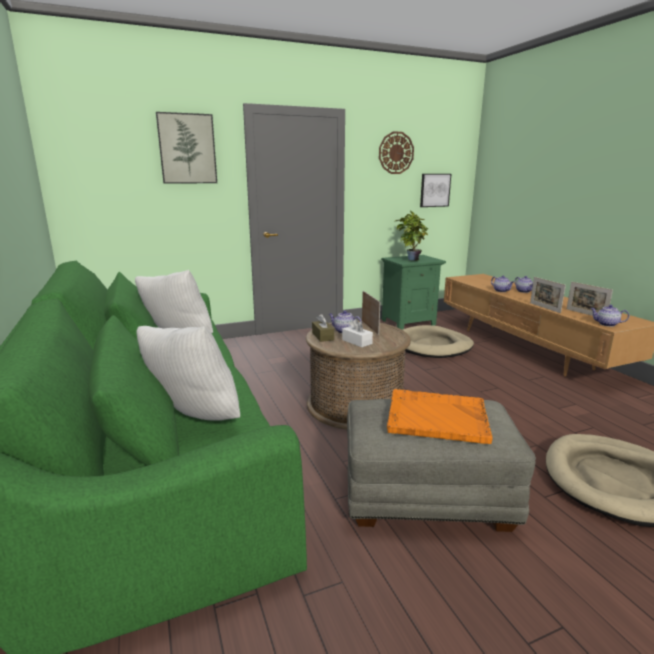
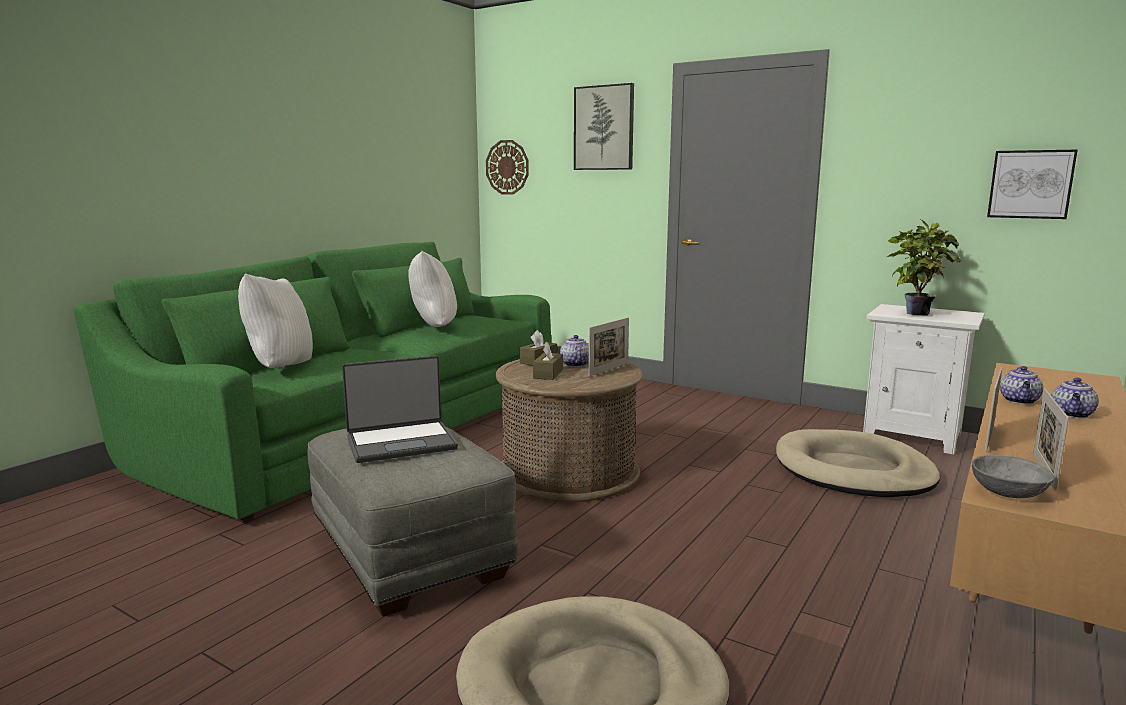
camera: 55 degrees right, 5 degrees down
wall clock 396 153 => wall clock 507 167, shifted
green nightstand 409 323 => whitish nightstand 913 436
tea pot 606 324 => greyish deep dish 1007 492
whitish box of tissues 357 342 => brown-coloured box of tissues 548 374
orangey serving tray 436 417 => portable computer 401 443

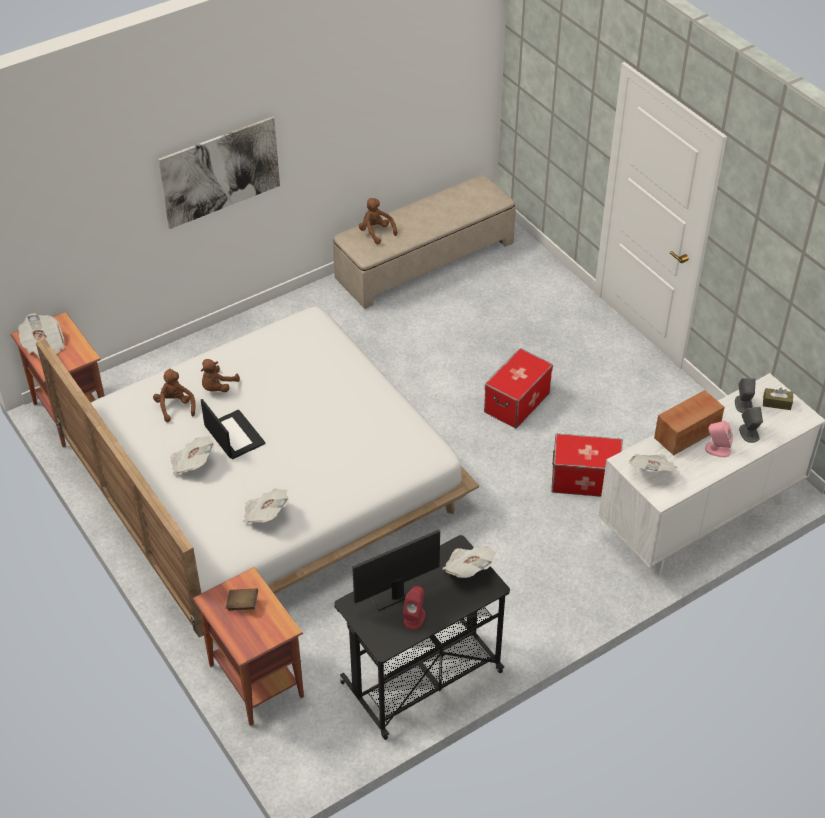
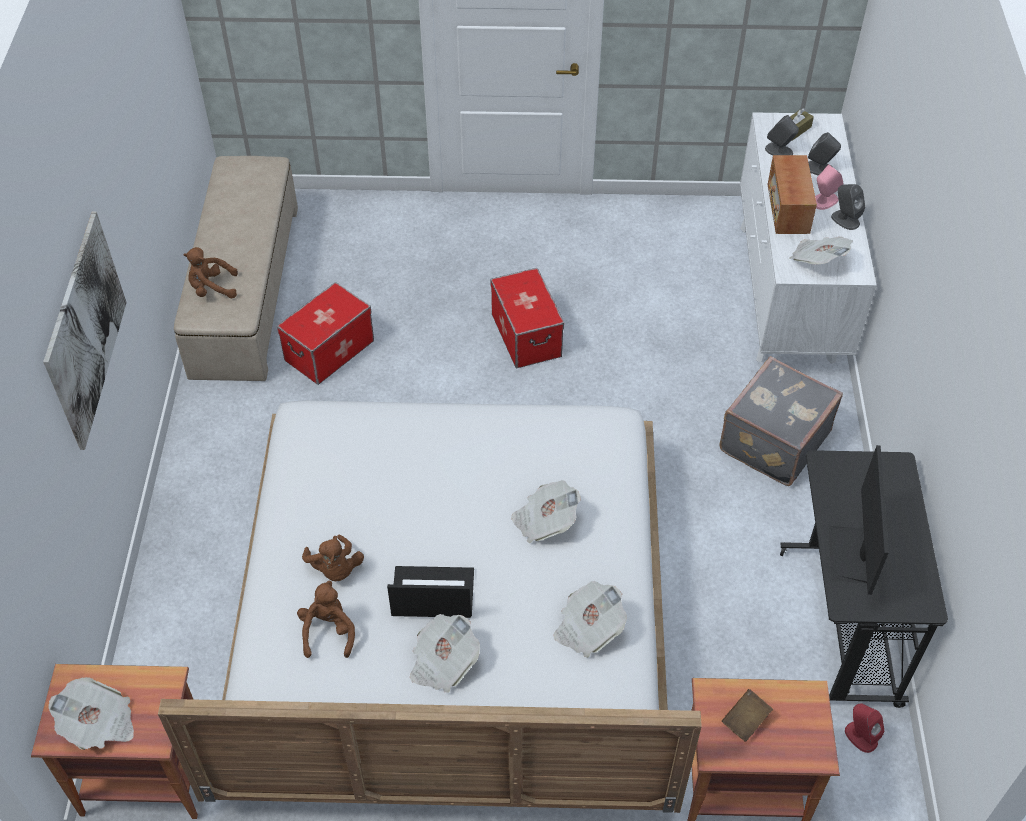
camera: 55 degrees left, 5 degrees up
brown-coloured plush toy 175 406 => brown-coloured plush toy 328 631, 75 degrees clockwise
storage container 585 479 => storage container 329 350, shifted
daily paper 468 569 => daily paper 544 521, shifted
reddish audio speaker 414 617 => reddish audio speaker 860 736, shifted
nothing => greyish audio speaker 845 219
nothing => greyish suitcase 772 441

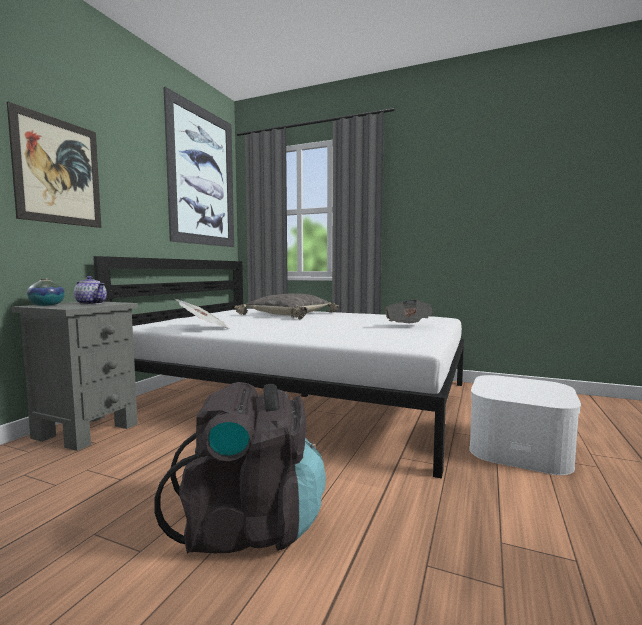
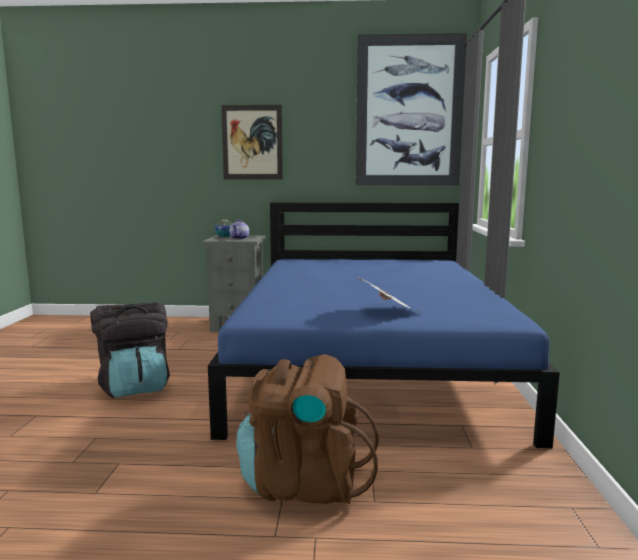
camera: 70 degrees right, 5 degrees up
whitish bedroom bed 301 395 => bluish bedroom bed 370 363
pillow 288 314 => nothing
daily paper 204 328 => nothing
whitish storage container 519 447 => brown-coloured backpack 304 483

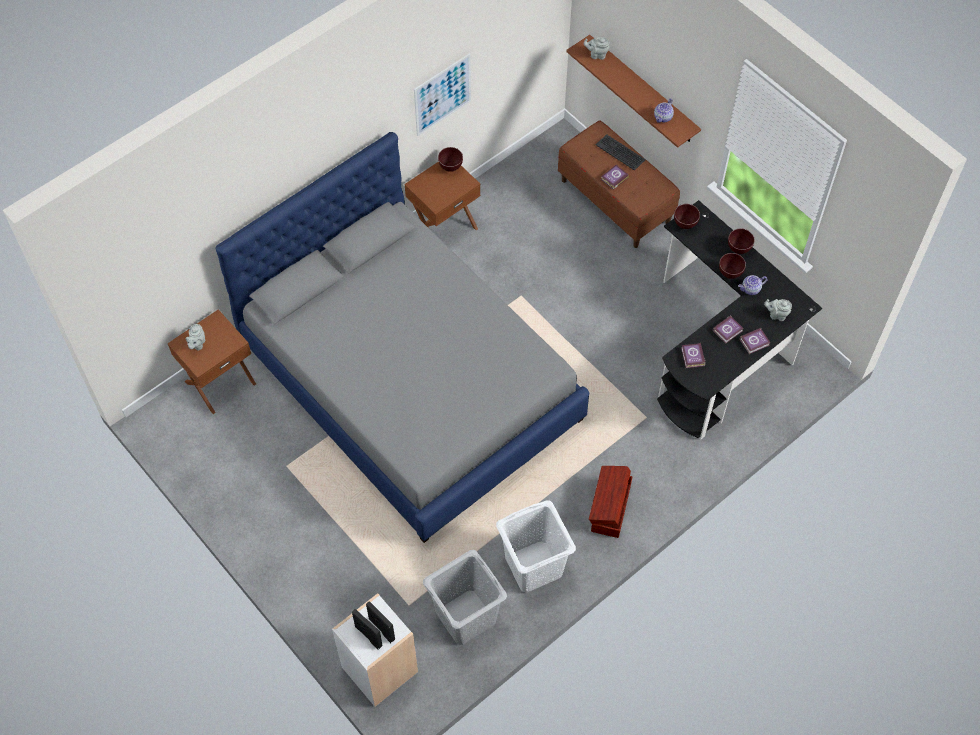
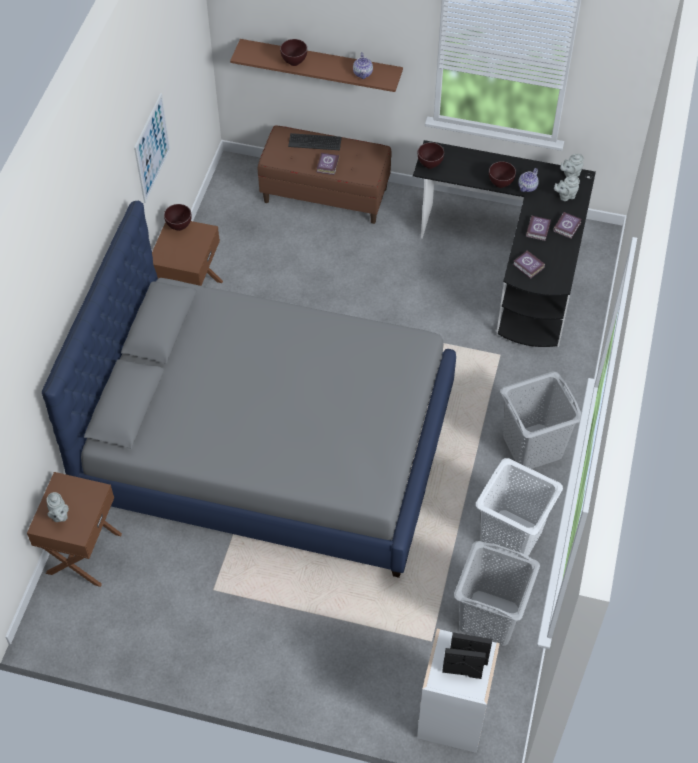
camera: 35 degrees left, 5 degrees down
greyish tea pot 597 55 => greyish tea pot 570 174, shifted
brown-coloured deep dish 738 249 => brown-coloured deep dish 293 63, shifted
brown-coloured storage container 609 508 => greyish washing basket 533 447

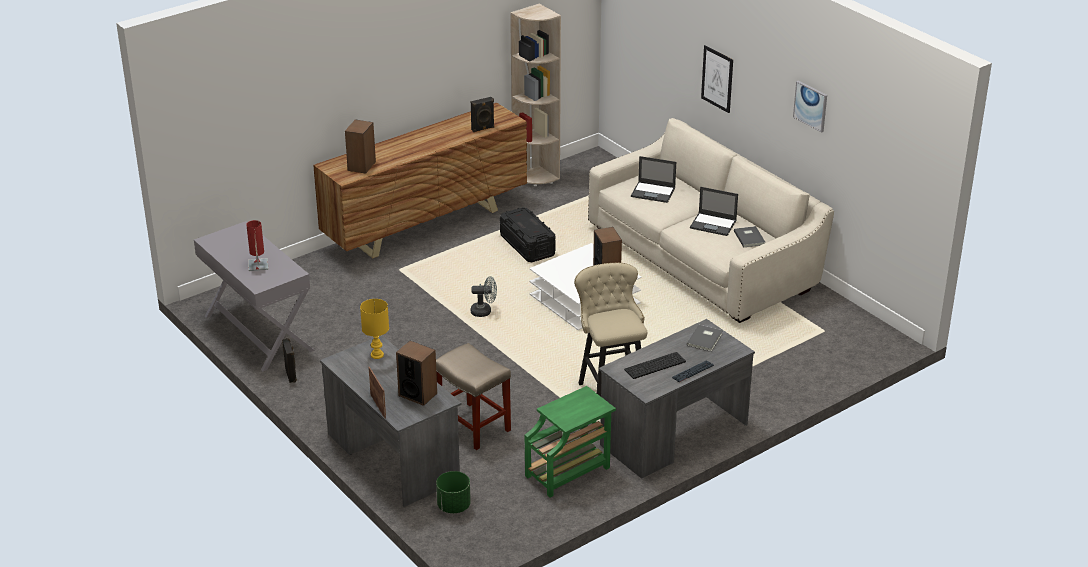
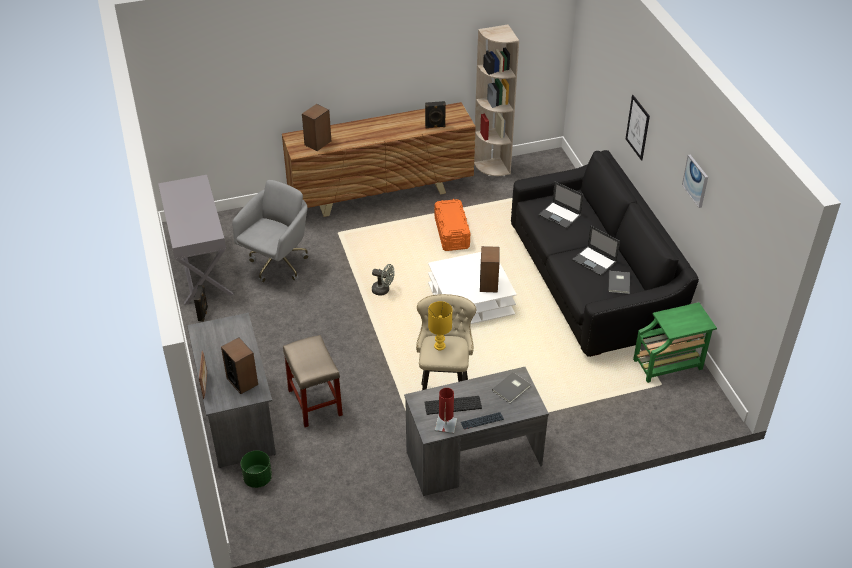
camera: 20 degrees right, 10 degrees up
beige settee 703 258 => black-coloured settee 592 281
black-coloured storage container 527 245 => orangey storage container 452 233
reddish lamp for a table 258 265 => reddish lamp for a table 446 425, shifted
yellow lamp for a table 376 355 => yellow lamp for a table 439 346, shifted
green accent table 569 471 => green accent table 669 364, shifted
nothing => greyish desk chair 277 267

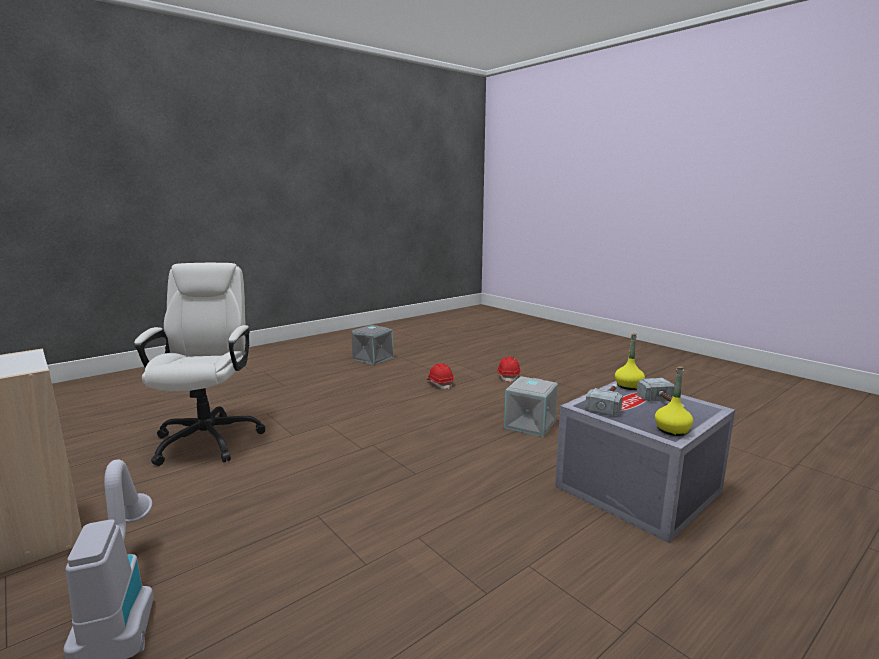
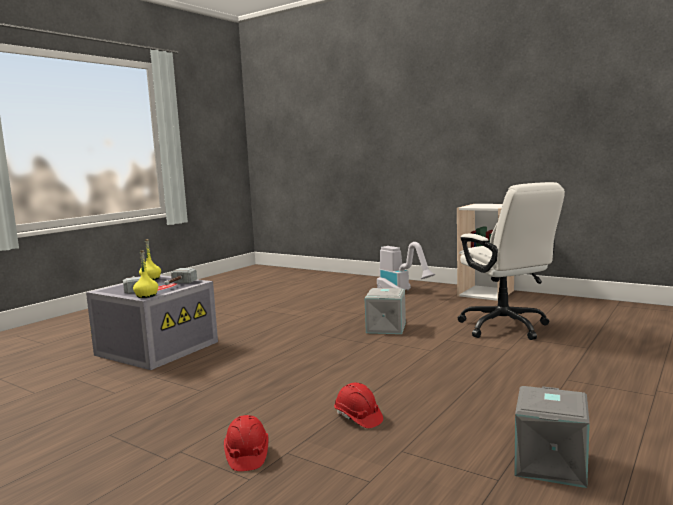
camera: 165 degrees right, 5 degrees down
greyish storage container 531 424 => greyish storage container 385 328, shifted

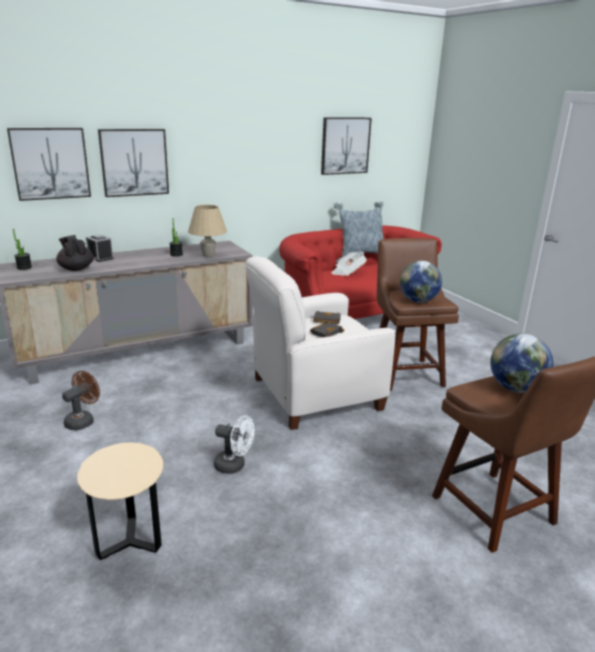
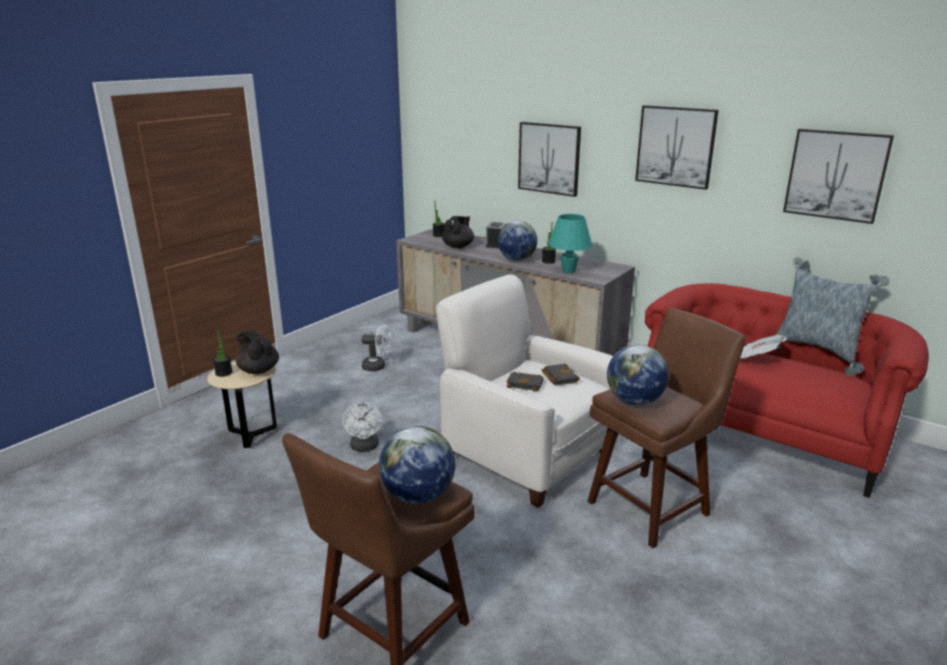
camera: 65 degrees right, 0 degrees up
wall picture 50 163 => wall picture 675 146, shifted
beige lamp for a table 208 255 => turquoise lamp for a table 568 271
brown-coloured fan 83 420 => whitish fan 377 366
nothing => world globe 516 260
nothing => potted plant 224 373
nothing => black-coloured tea pot 258 370

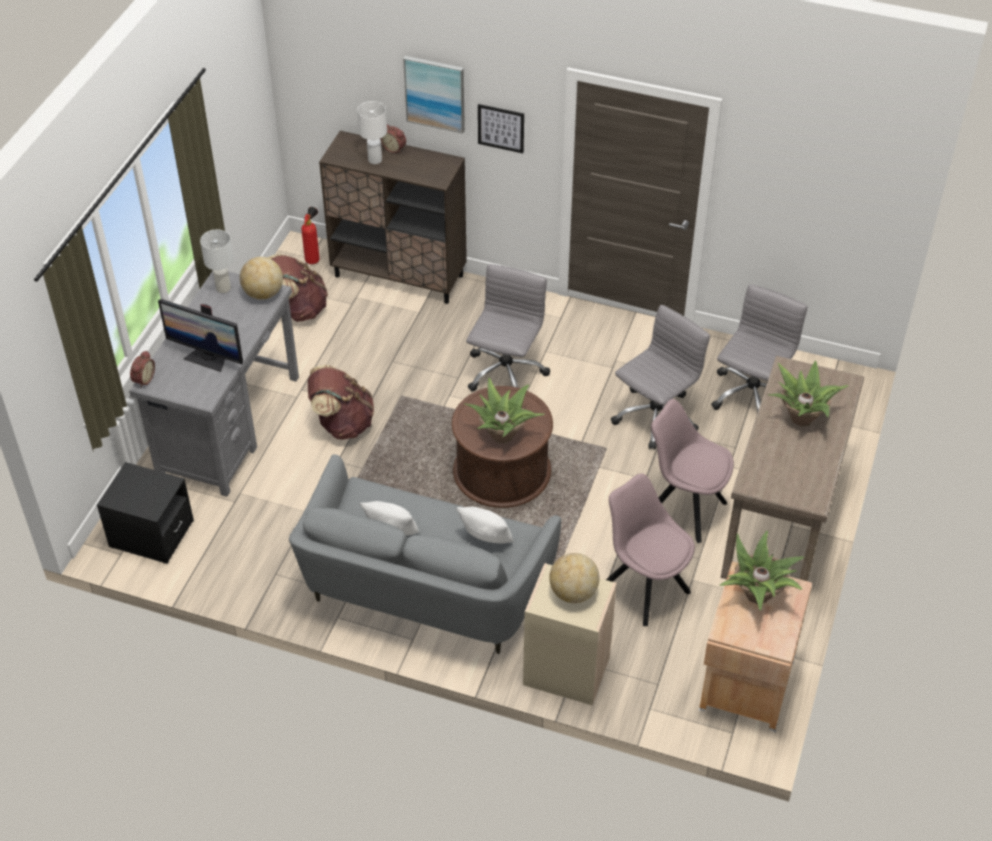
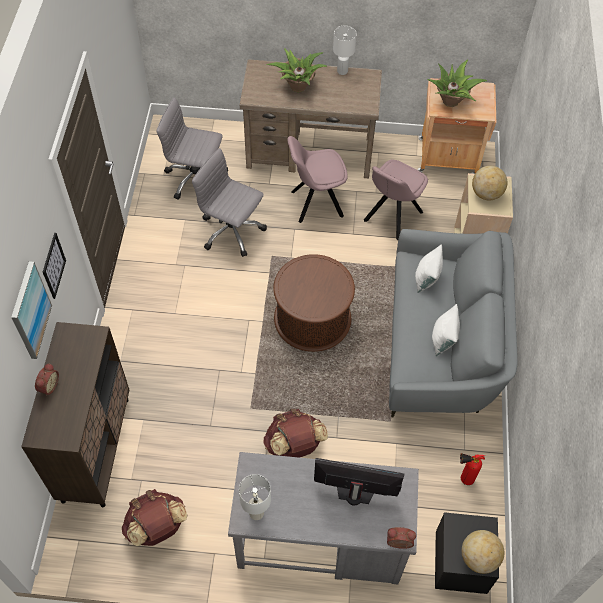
camera: 105 degrees left, 10 degrees up
whitish lamp for a table 374 160 => whitish lamp for a table 342 71, shifted
extinguisher 313 258 => extinguisher 463 479, shifted
world globe 263 293 => world globe 479 557, shifted
greyish desk chair 505 372 => nothing
monitor 207 358 => monitor 354 494, 90 degrees counterclockwise
potted plant 503 434 => nothing
pink-coloured plain chair 685 509 => pink-coloured plain chair 316 203, 60 degrees clockwise

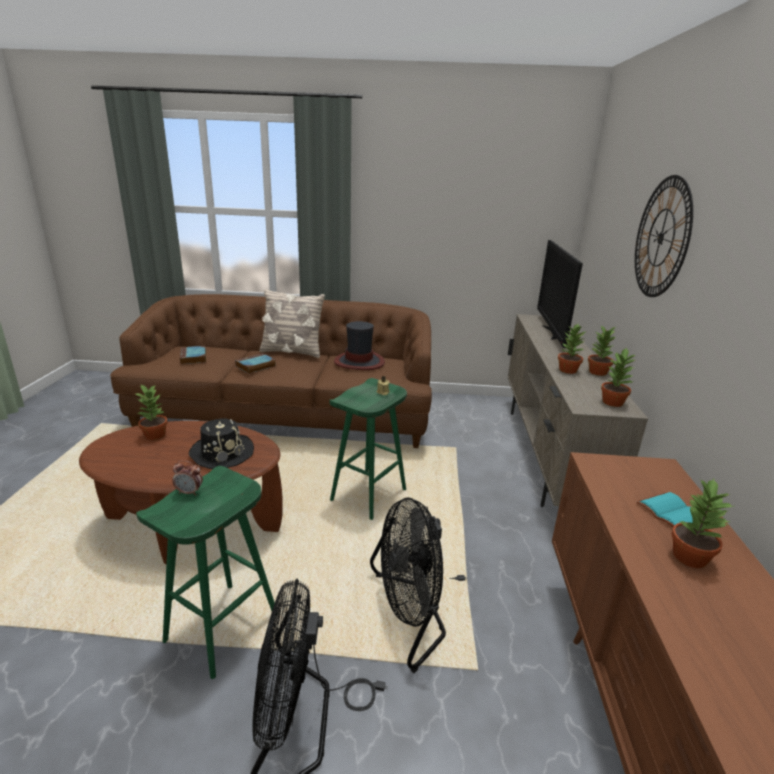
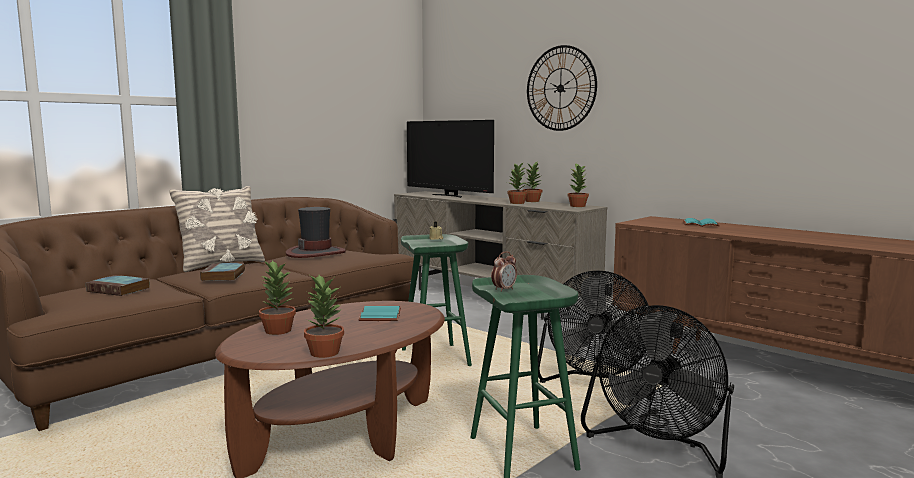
camera: 50 degrees left, 15 degrees down
black-coloured wearable hat 222 453 => turquoise book 379 315
potted plant 689 556 => potted plant 324 352, shifted

